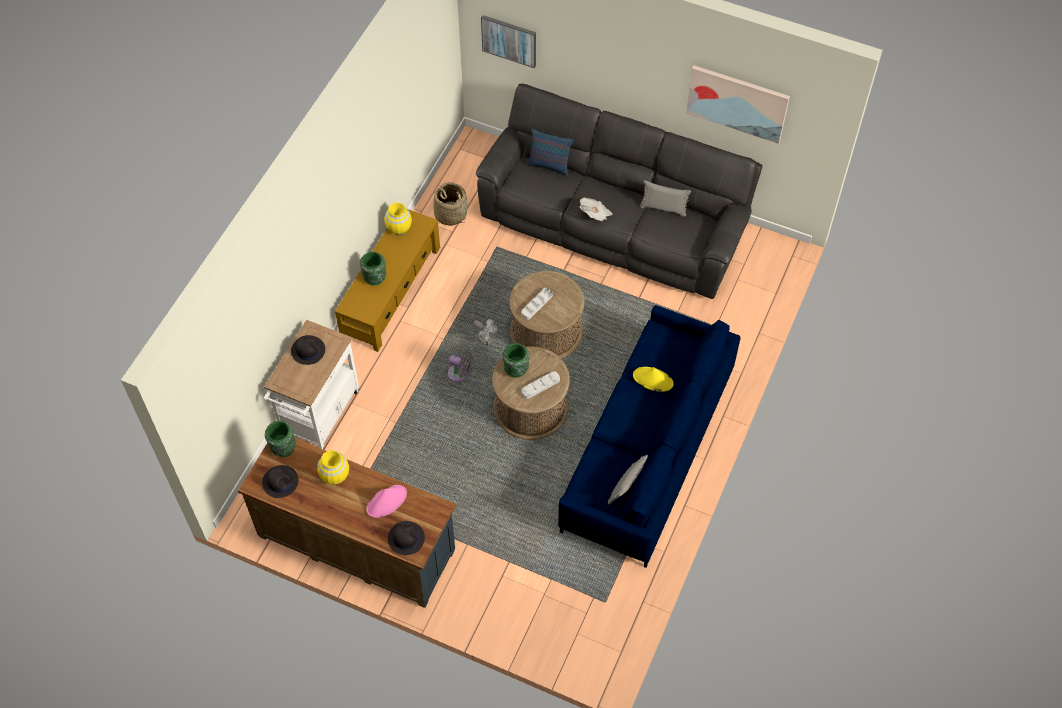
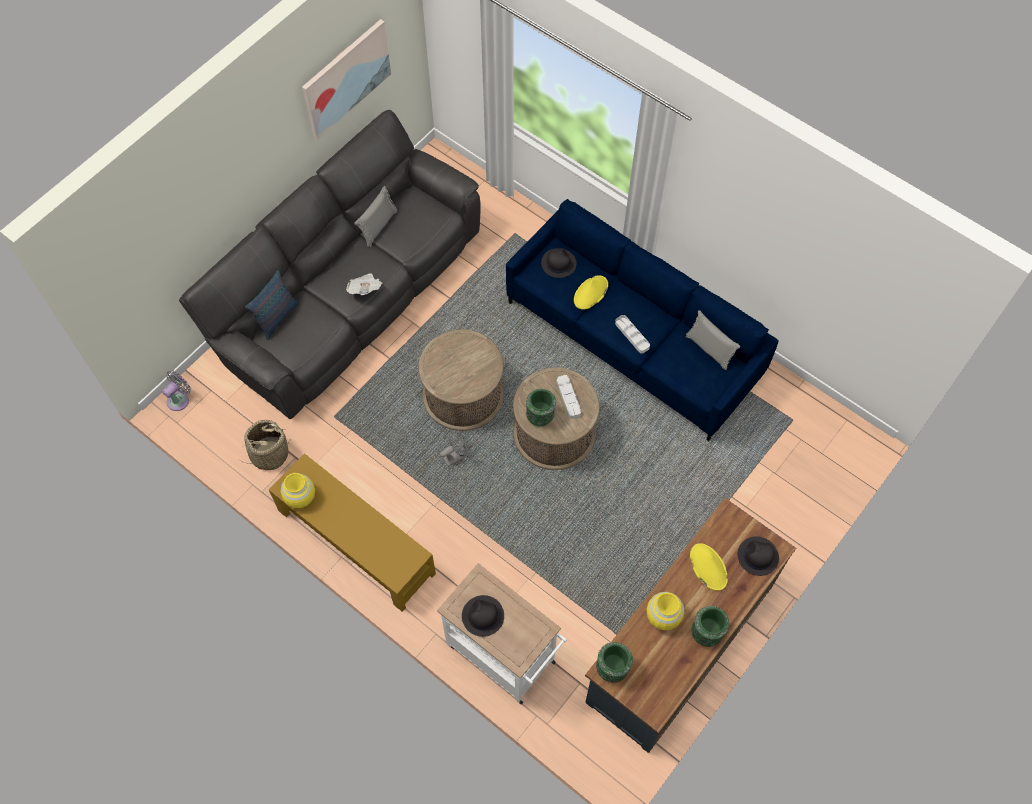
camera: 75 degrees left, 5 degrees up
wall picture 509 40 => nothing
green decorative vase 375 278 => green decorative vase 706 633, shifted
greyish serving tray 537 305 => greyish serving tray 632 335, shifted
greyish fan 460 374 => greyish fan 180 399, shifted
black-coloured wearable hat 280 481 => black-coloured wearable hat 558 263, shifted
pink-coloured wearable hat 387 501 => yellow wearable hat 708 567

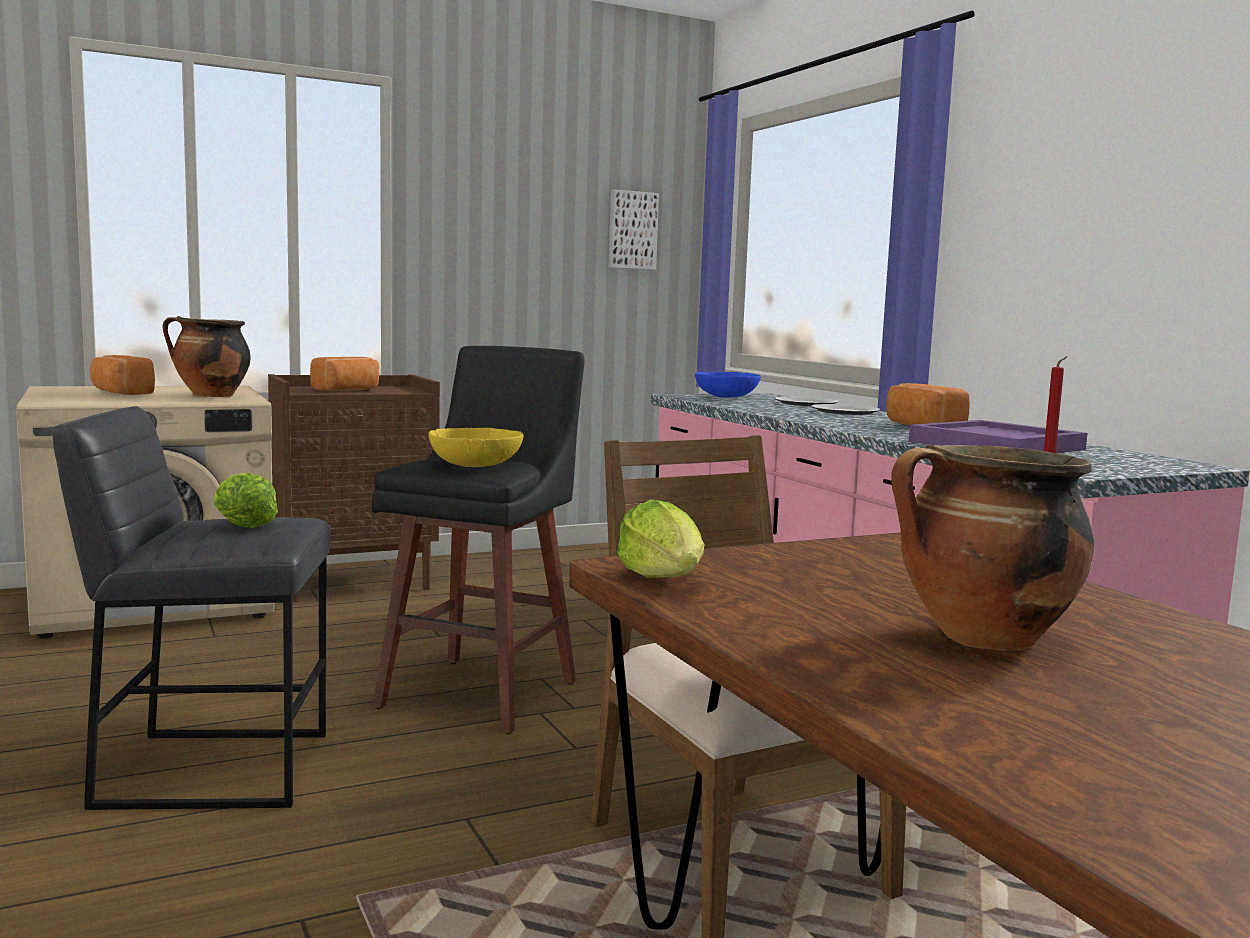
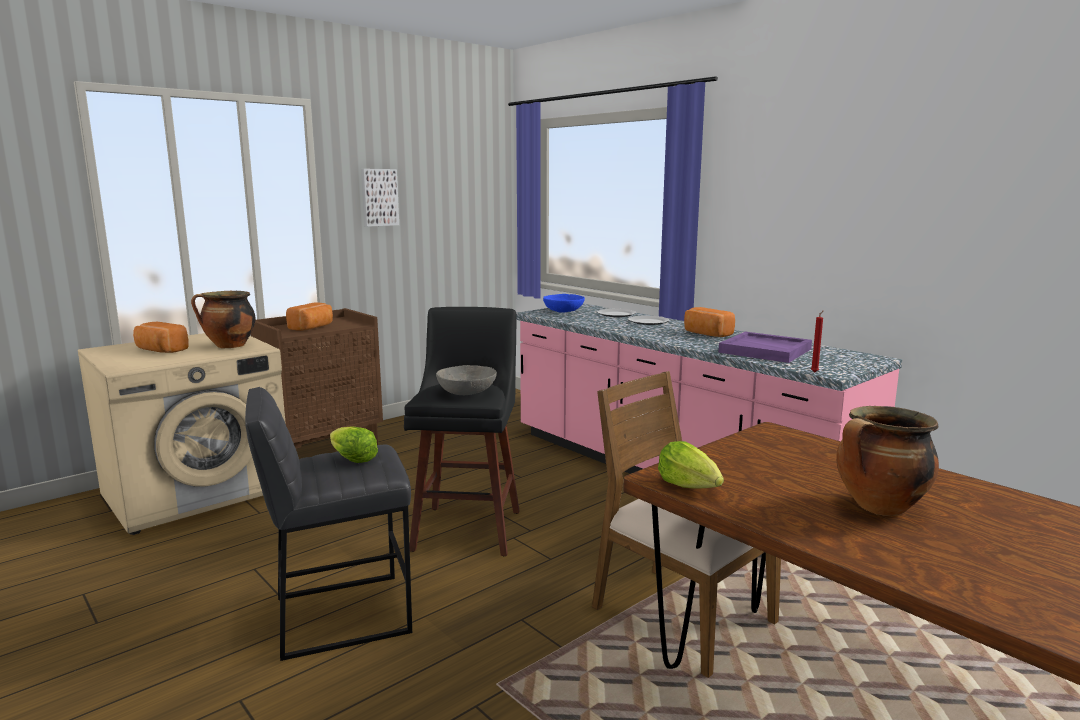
camera: 15 degrees left, 5 degrees up
wall picture 632 230 => wall picture 379 197, shifted
yellow deep dish 476 465 => greyish deep dish 467 393

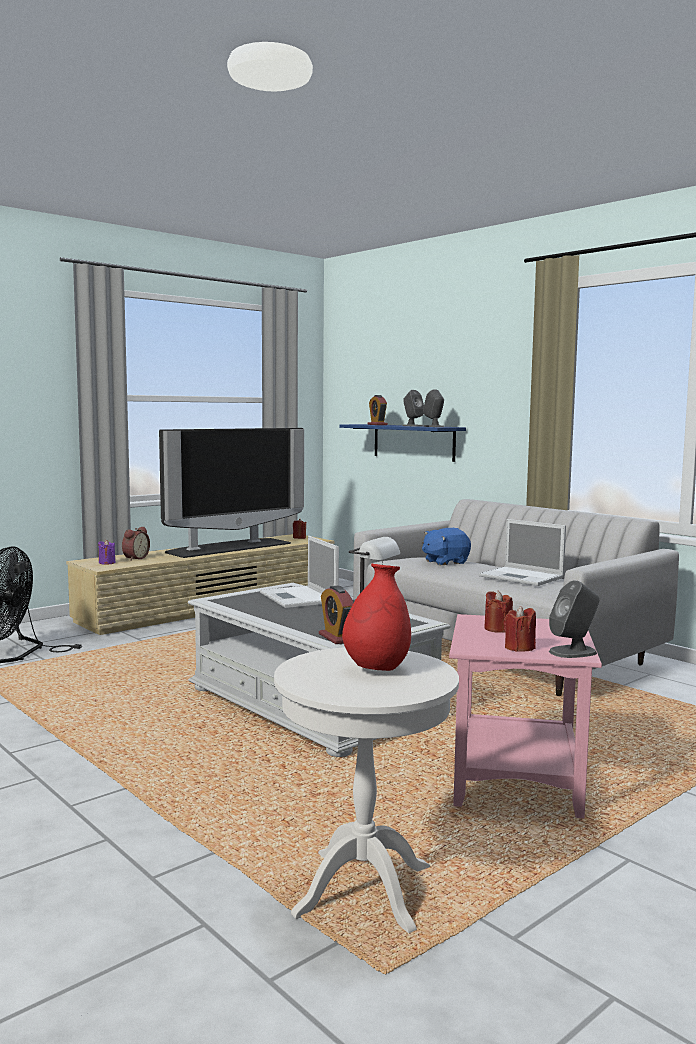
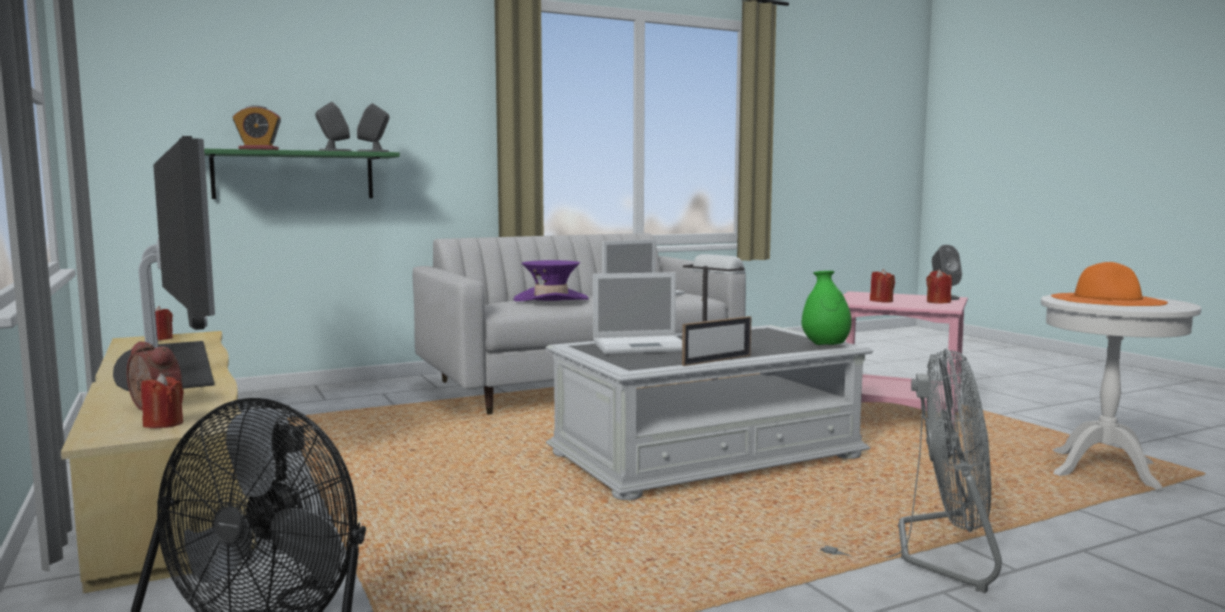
camera: 75 degrees left, 0 degrees up
bluish bracket shelf 413 442 => green bracket shelf 294 175
bluish plush toy 445 562 => purplish wearable hat 551 299
purplish wax candle 107 563 => reddish wax candle 163 424
reddish decorative vase 376 669 => orangey wearable hat 1107 299
alarm clock 336 638 => green decorative vase 825 345
nothing => photo frame 717 360
nothing => greyish fan 930 548

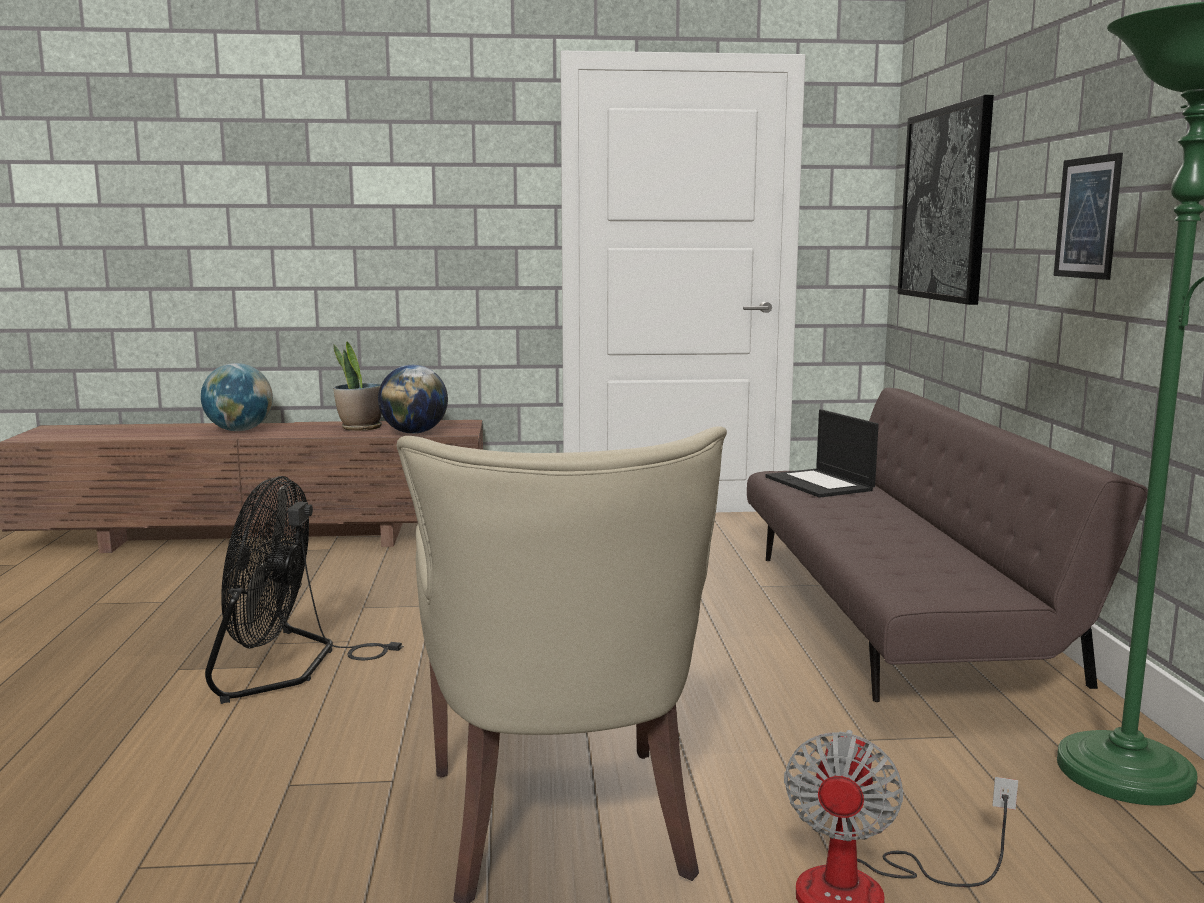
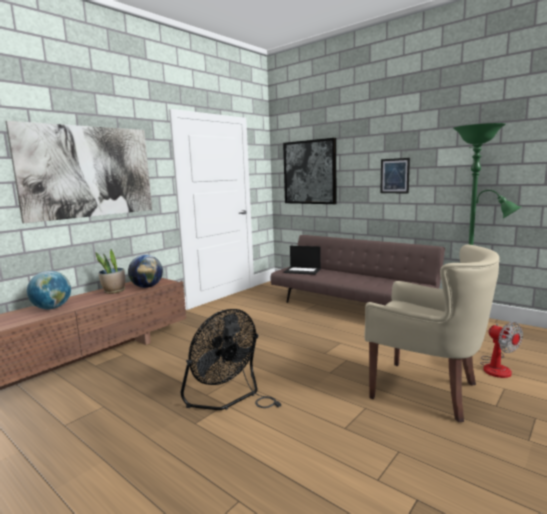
camera: 45 degrees left, 0 degrees up
black-coloured fan 295 662 => black-coloured fan 234 396, 90 degrees clockwise
nothing => wall picture 88 172

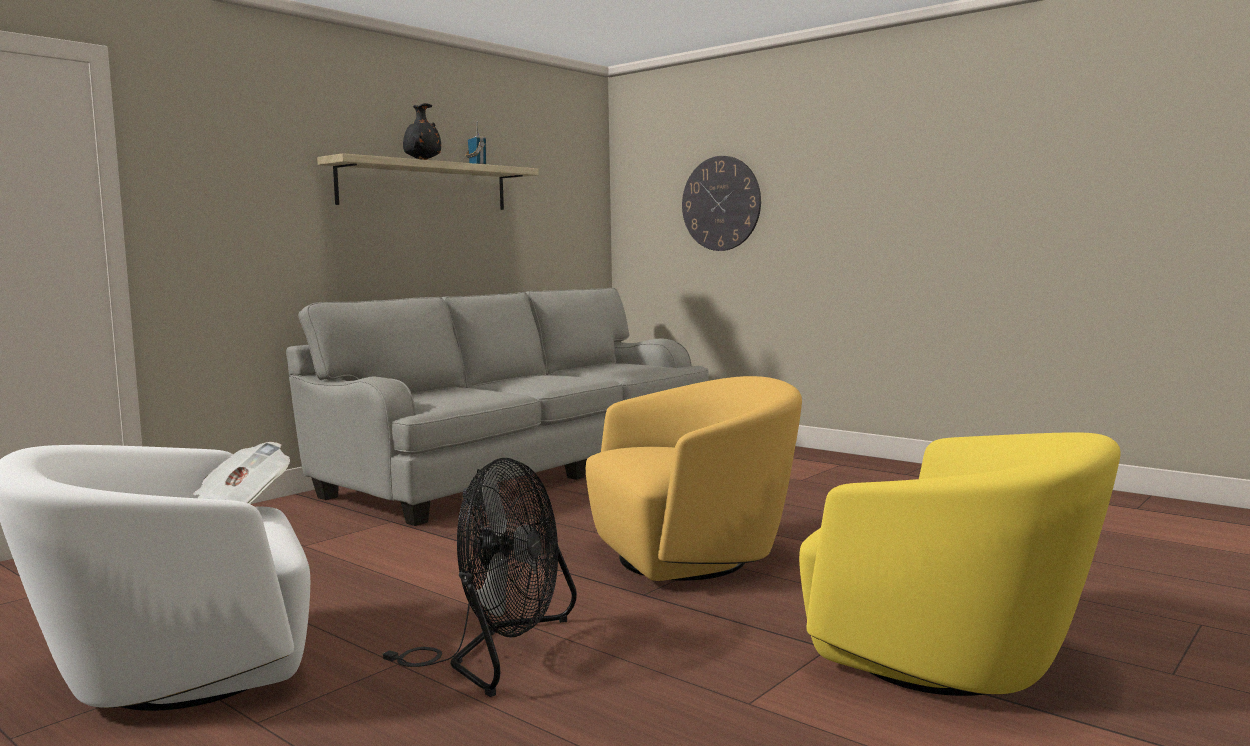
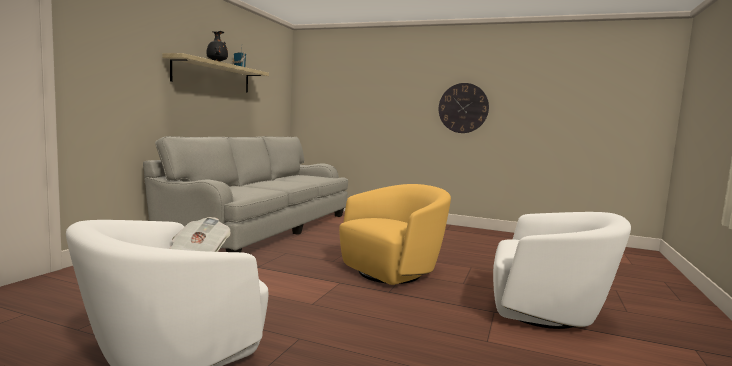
camera: 20 degrees left, 0 degrees up
wall clock 721 203 => wall clock 463 108, shifted
yellow easy chair 952 661 => whitish easy chair 547 313
black-coloured fan 494 653 => nothing

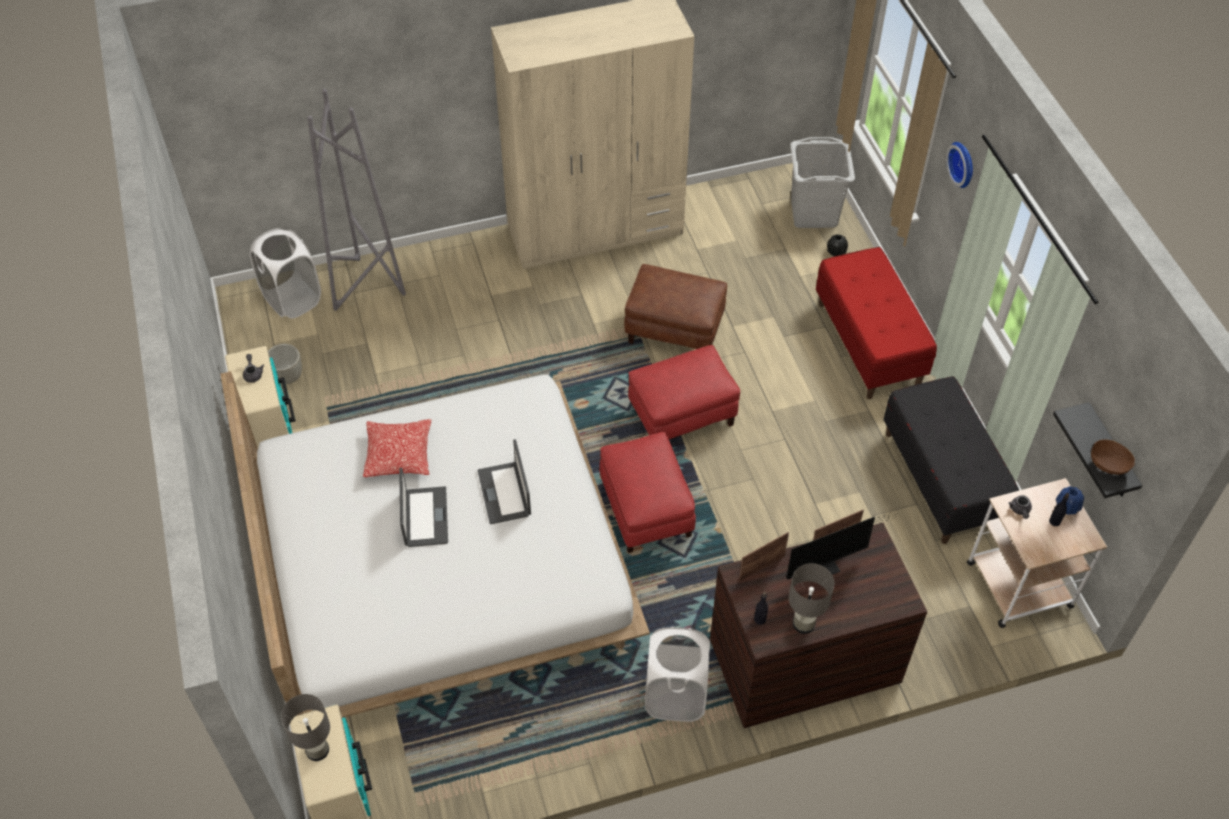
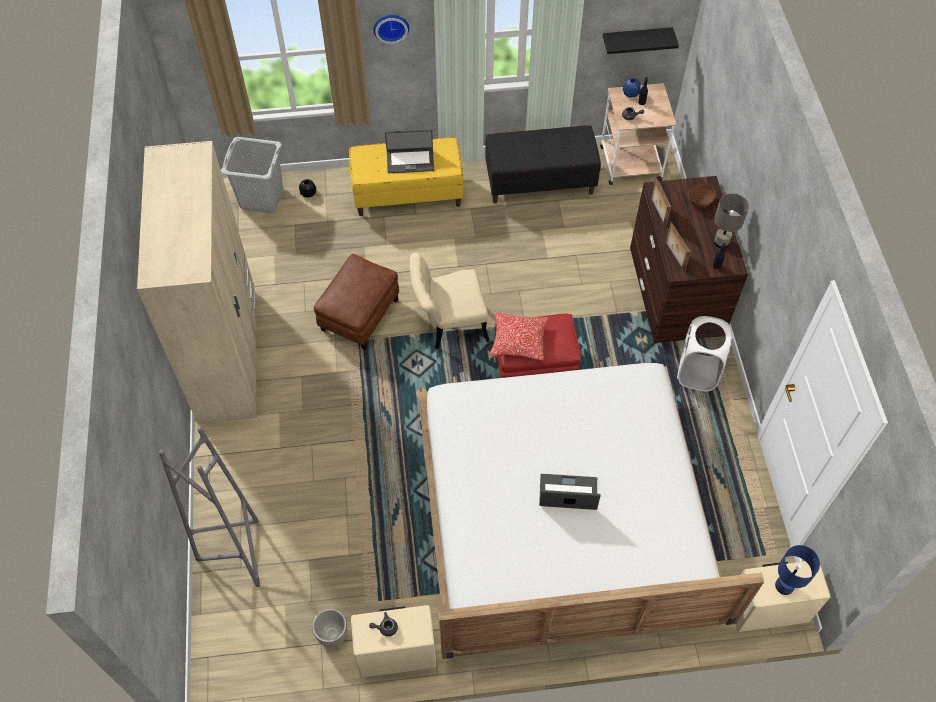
camera: 80 degrees left, 5 degrees up
whitish washing basket 292 299 => nothing
reddish long seat 869 344 => yellow long seat 408 194
reddish ottoman 682 414 => beige plain chair 448 324
pillow 399 455 => pillow 518 341, shifted
portable computer 505 493 => portable computer 410 161, shifted
brown-coloured deep dish 1108 464 => brown-coloured deep dish 700 201, shifted
monitor 828 565 => nothing
greyish lamp for a table 318 750 => bluish lamp for a table 784 585

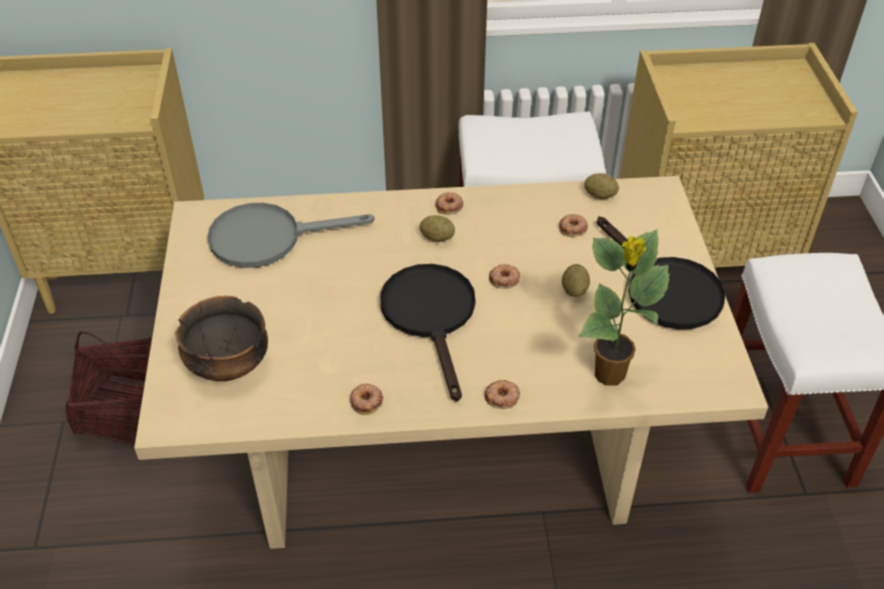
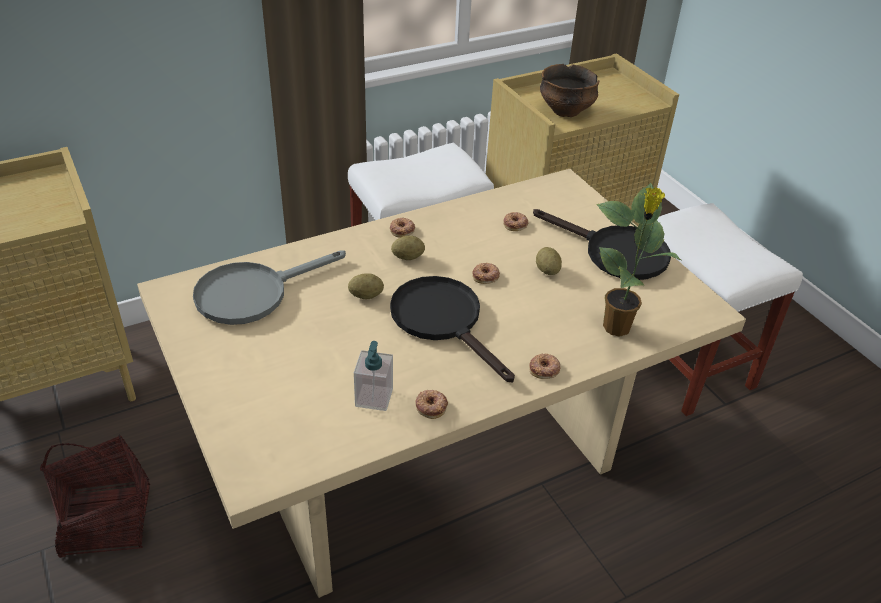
camera: 25 degrees left, 5 degrees down
whole potato 600 195 => whole potato 366 296, shifted
deep dish 227 365 => deep dish 565 111, shifted
nothing => soap bottle 374 397

